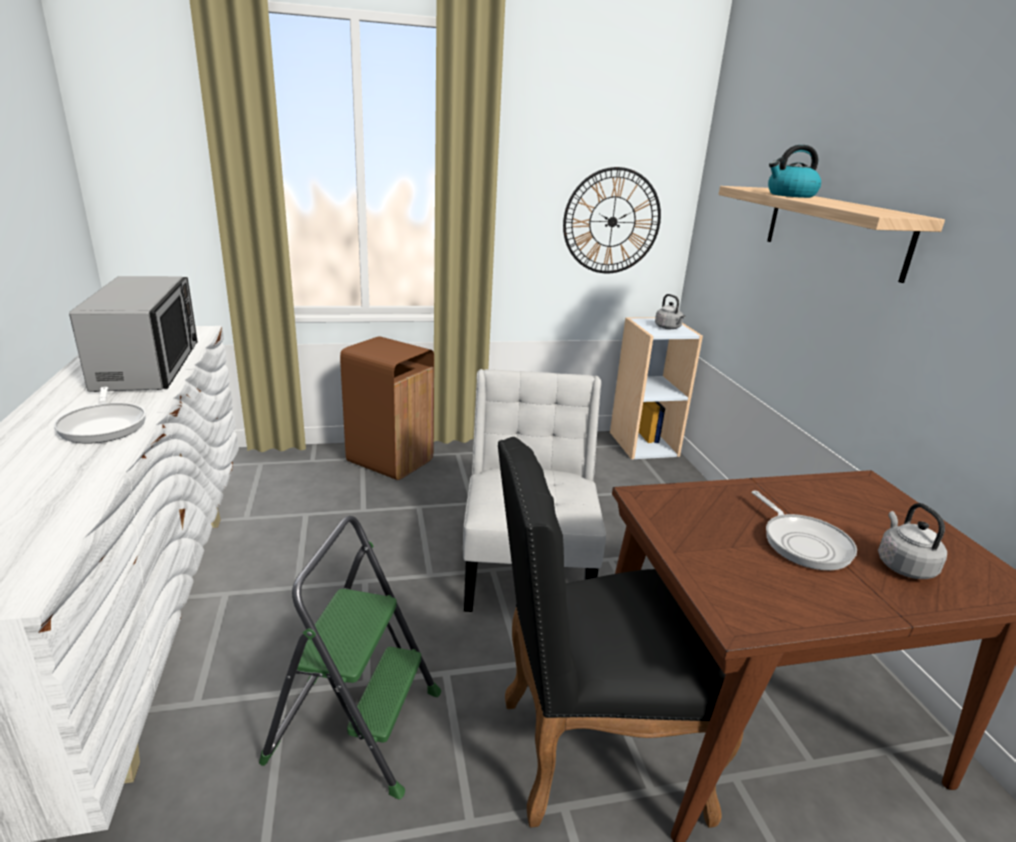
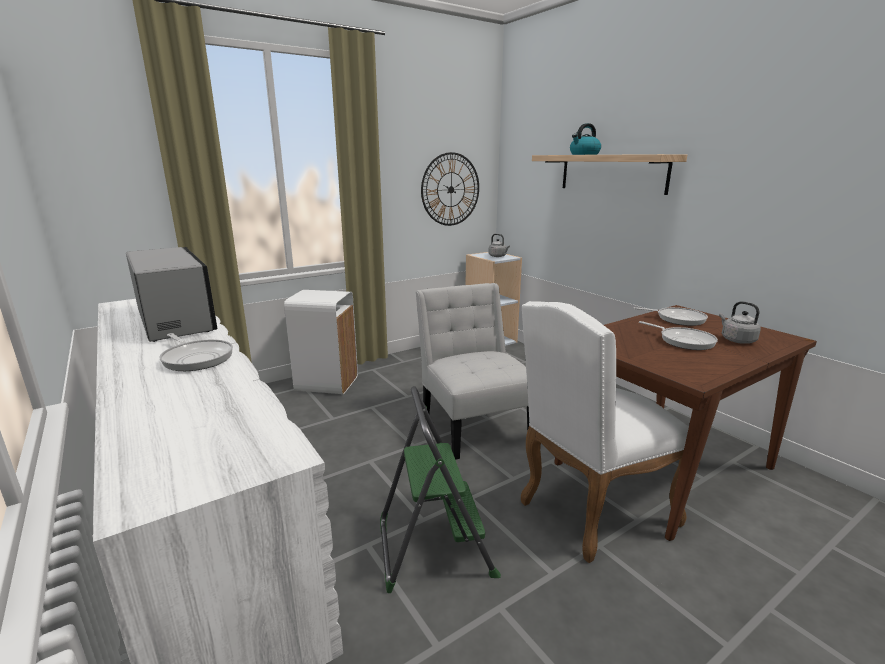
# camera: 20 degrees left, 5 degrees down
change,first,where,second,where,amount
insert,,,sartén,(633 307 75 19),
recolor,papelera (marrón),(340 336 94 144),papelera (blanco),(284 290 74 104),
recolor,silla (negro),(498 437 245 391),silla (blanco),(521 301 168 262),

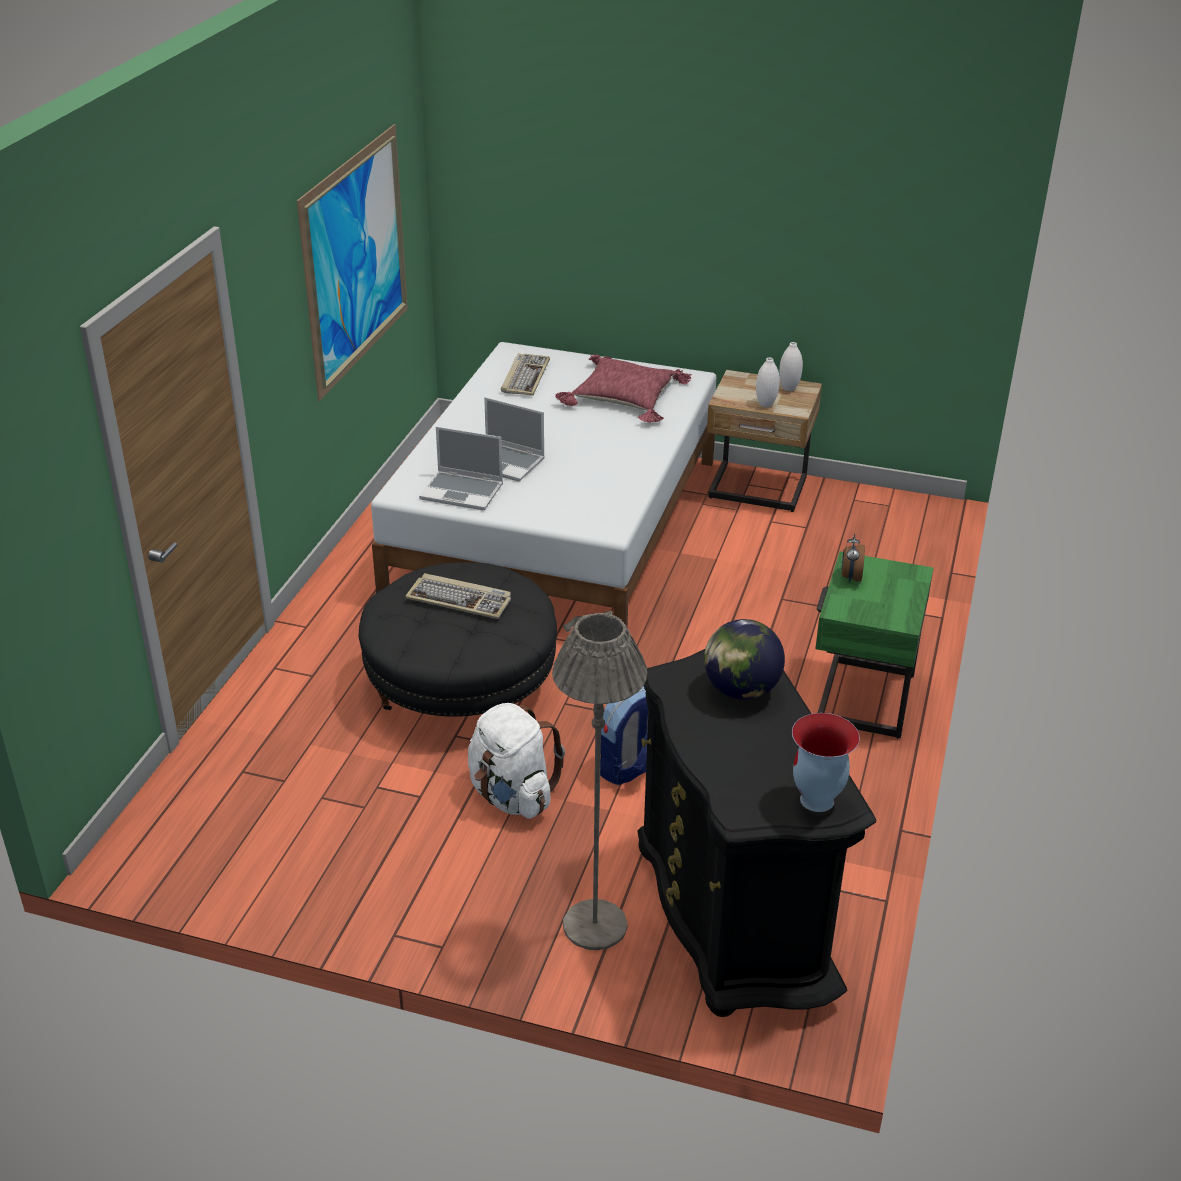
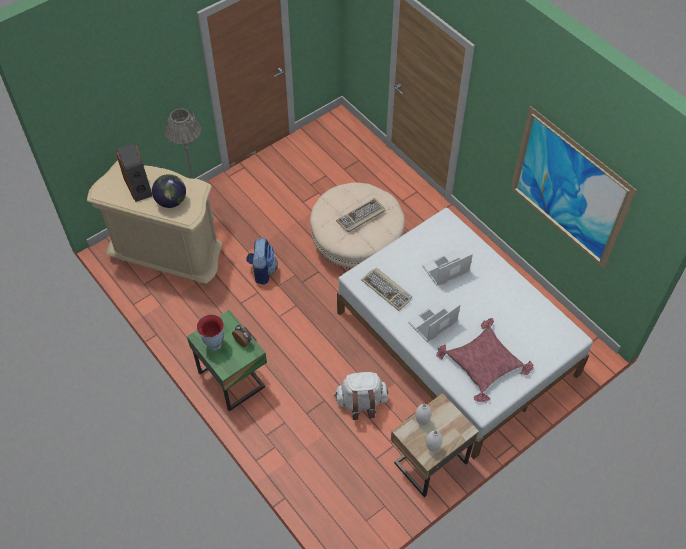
# camera: 125 degrees right, 20 degrees up
change,first,where,second,where,amount
insert,,,altavoz,(116 143 36 59),
move,portátil,(419 426 84 84),,(408 301 52 41),
move,mochila (blanco),(468 703 97 116),,(334 372 54 48),
move,teclado,(501 353 49 43),,(361 268 51 43),
move,florero,(792 713 68 99),,(197 314 27 36),
recolor,puf (negro),(359 562 198 155),puf (beis),(310 182 95 88),
recolor,cómoda (negro),(637 649 239 368),cómoda (beis),(87 161 135 123),

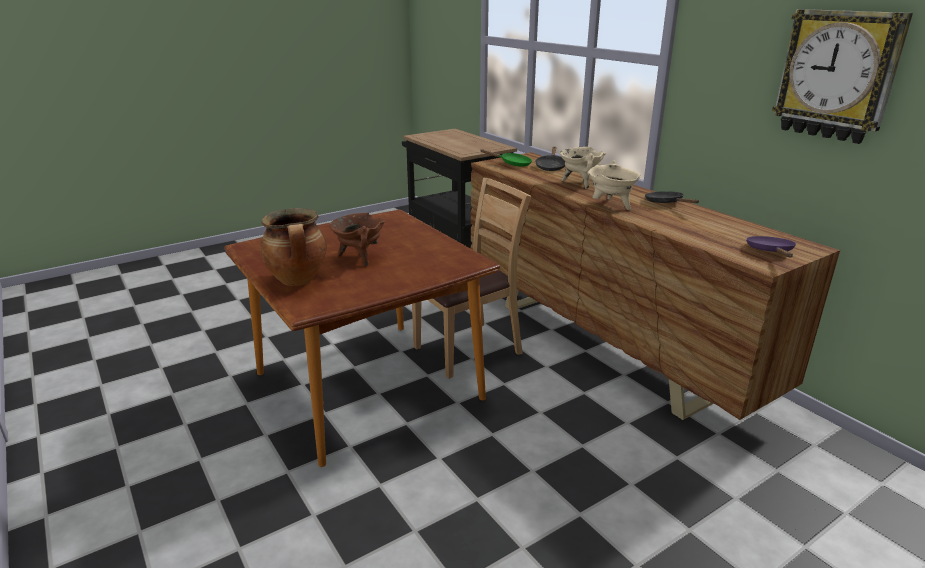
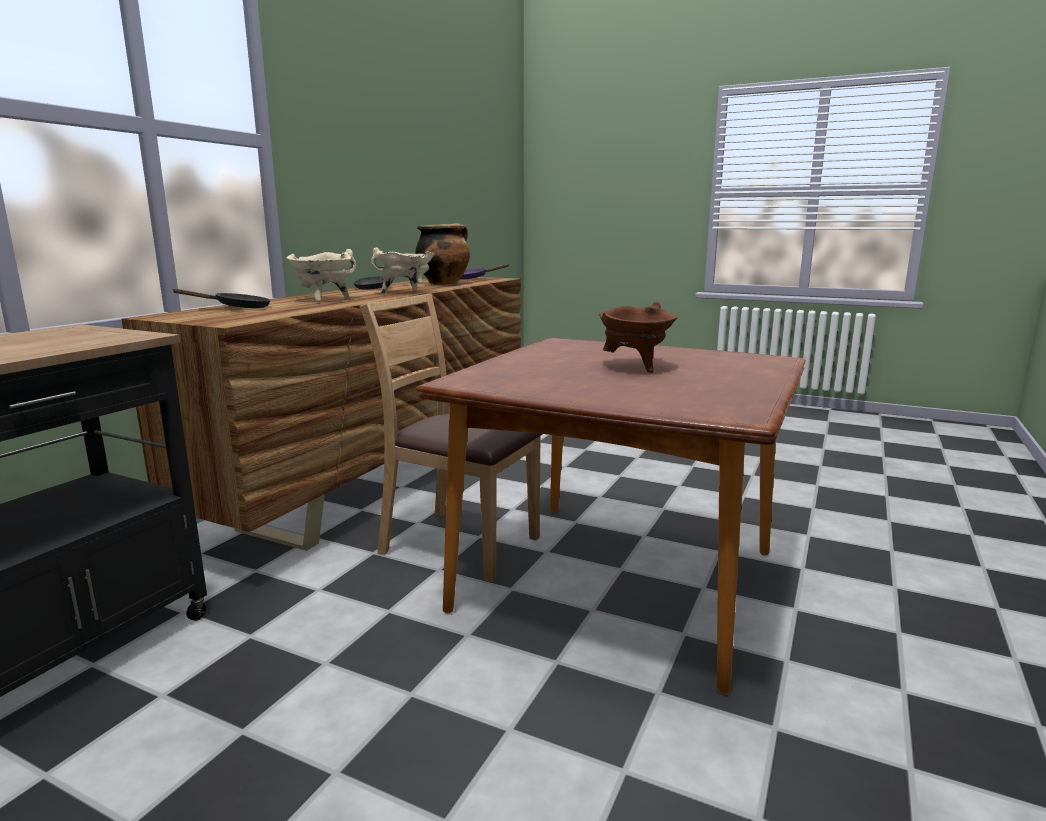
# camera: 120 degrees left, 10 degrees down
change,first,where,second,where,amount
delete,sartén (verde),(481 149 51 18),,,
delete,reloj de pared,(772 9 141 135),,,
move,olla,(260 208 67 78),,(415 223 55 62),

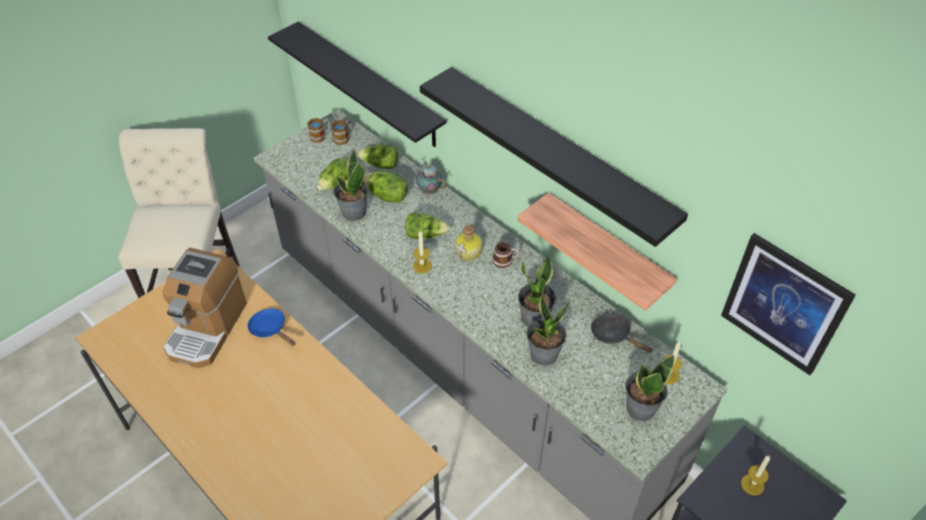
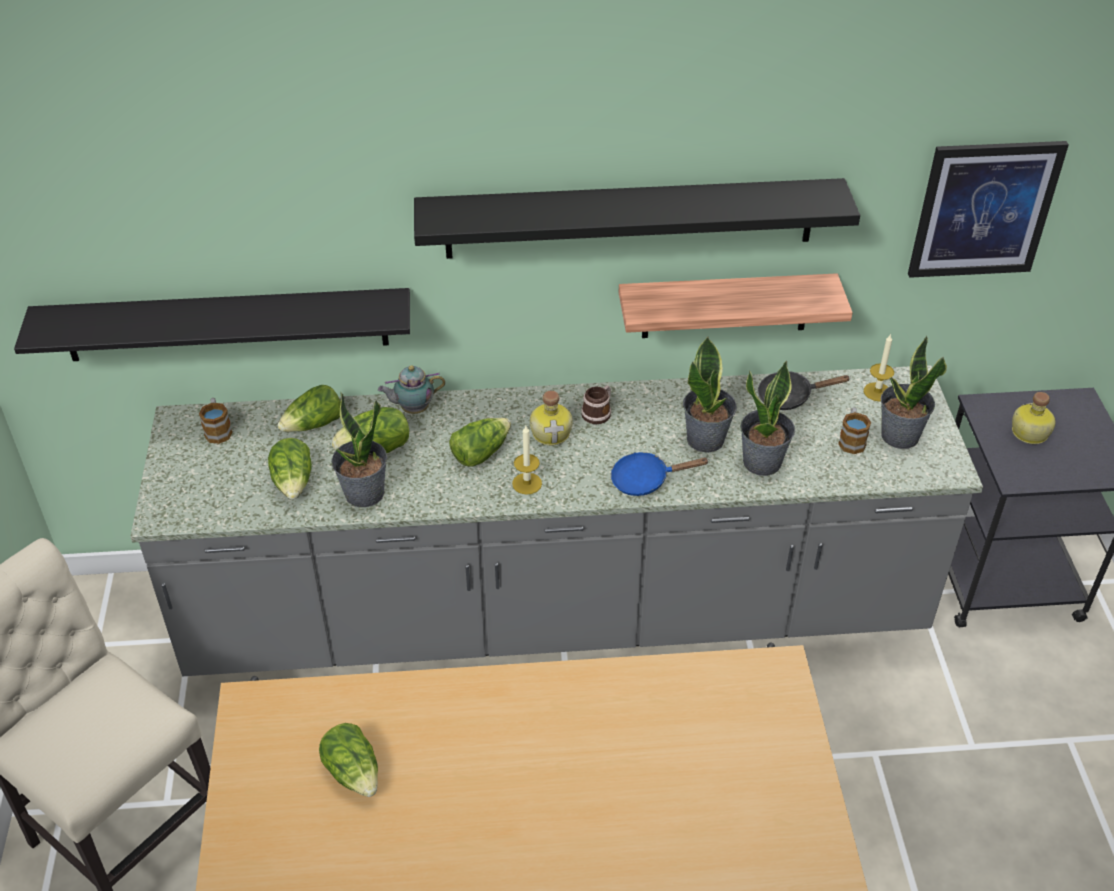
# camera: 50 degrees left, 5 degrees down
change,first,where,second,where,amount
move,sartén (azul),(248 308 47 38),,(611 452 98 44),
move,taza grande,(307 118 23 25),,(838 407 33 47),
replace,cafetera,(162 248 85 120),lechuga,(319 723 59 74),
replace,vela,(741 456 29 39),botella,(1012 392 43 52),

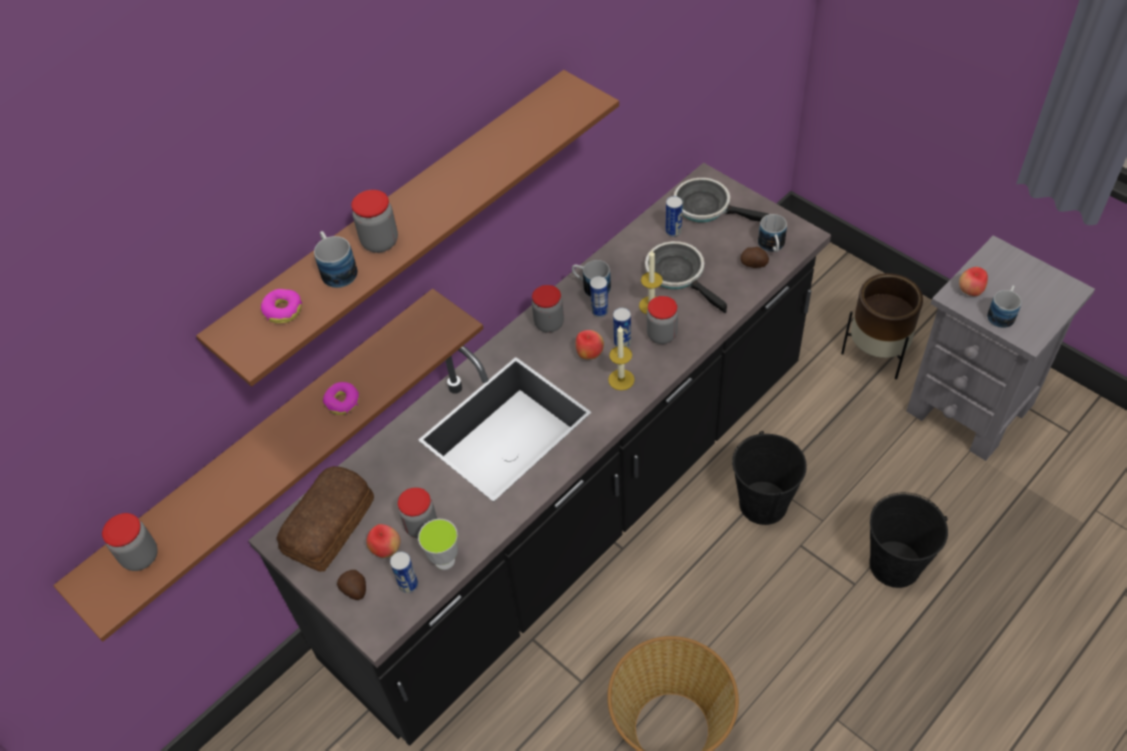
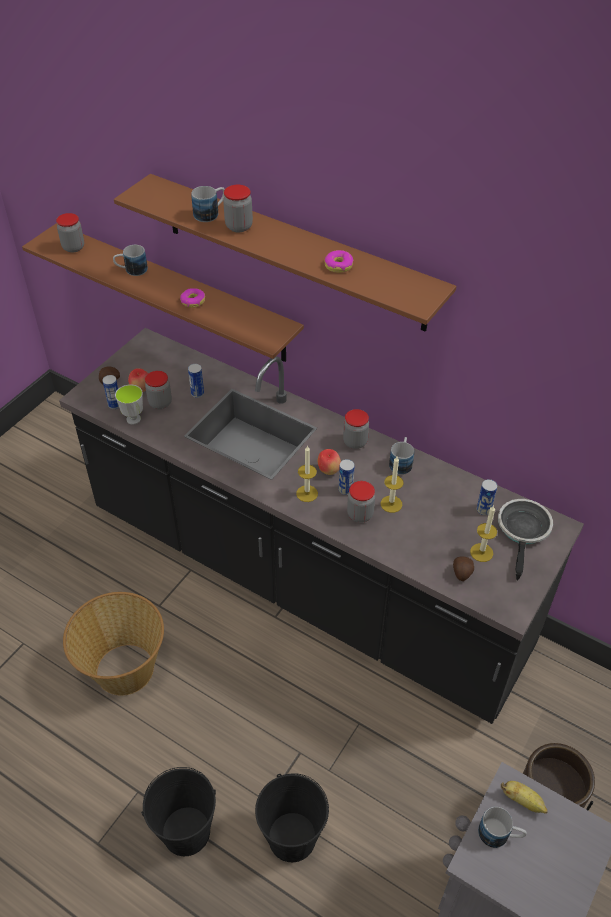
# camera: 75 degrees right, 5 degrees down
change,first,where,second,where,amount
delete,pan,(276 466 98 106),,,
delete,sartén,(645 241 82 72),,,
insert,,,vela,(470 505 27 57),
move,rosquilla,(261 289 41 35),,(324 250 29 23),
move,lata,(590 276 18 41),,(188 364 16 34),
move,cubo (negro),(732 431 75 94),,(141 767 75 89),
move,taza grande,(758 214 29 38),,(113 245 35 31),
replace,manzana,(959 267 29 29),plátano,(501 781 47 32),

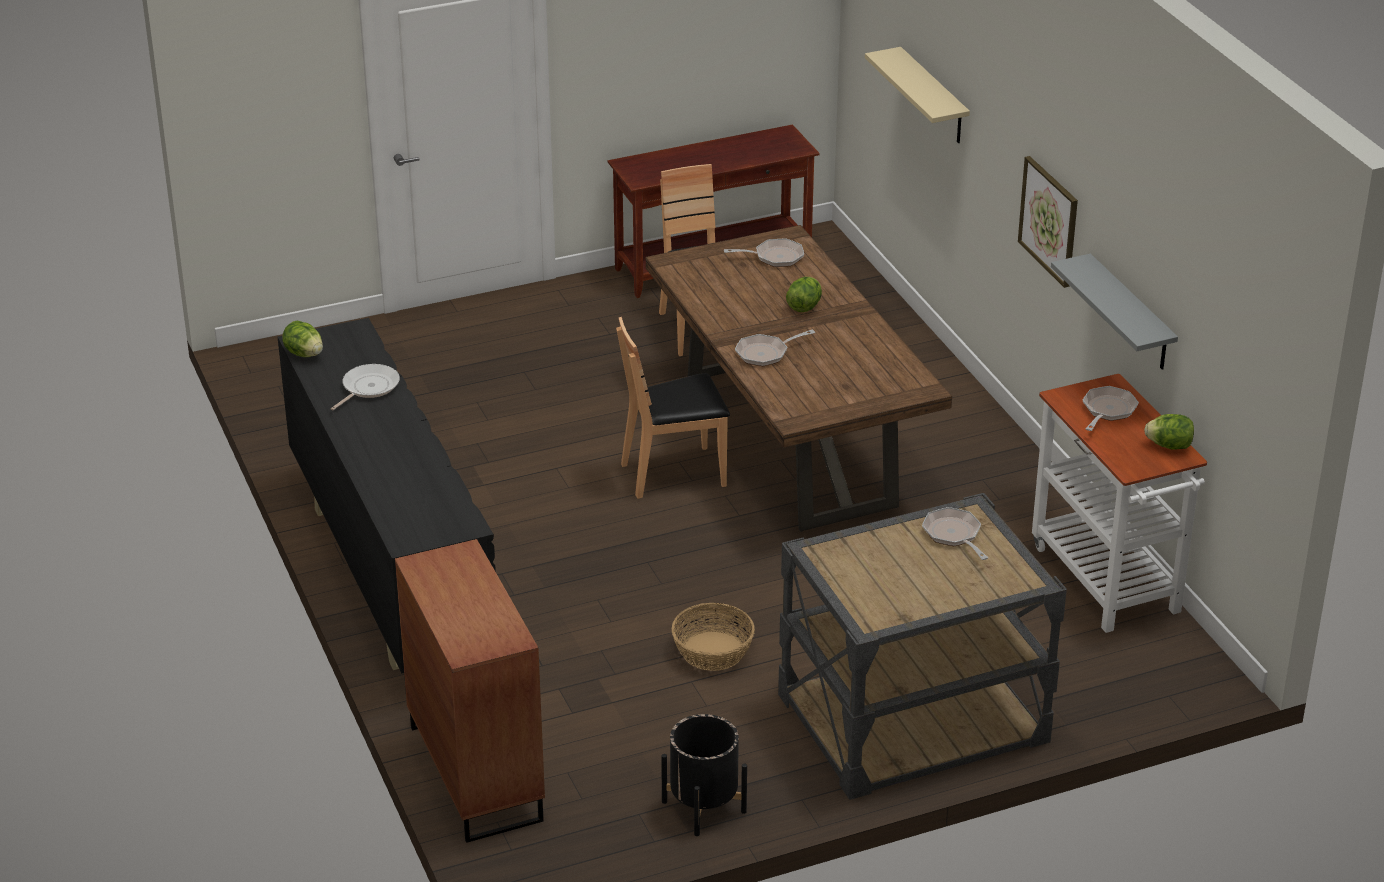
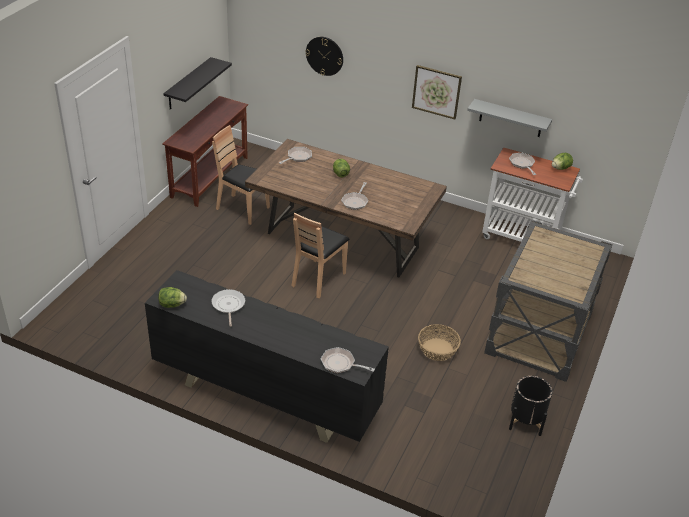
# camera: 45 degrees left, 5 degrees up
change,first,where,second,where,amount
delete,cómoda (marrón),(395 539 150 304),,,
insert,,,estante (negro),(163 57 69 53),
move,sartén,(922 507 66 53),,(321 347 54 26),
replace,estante (beis),(865 47 105 96),reloj de pared,(305 37 38 39),

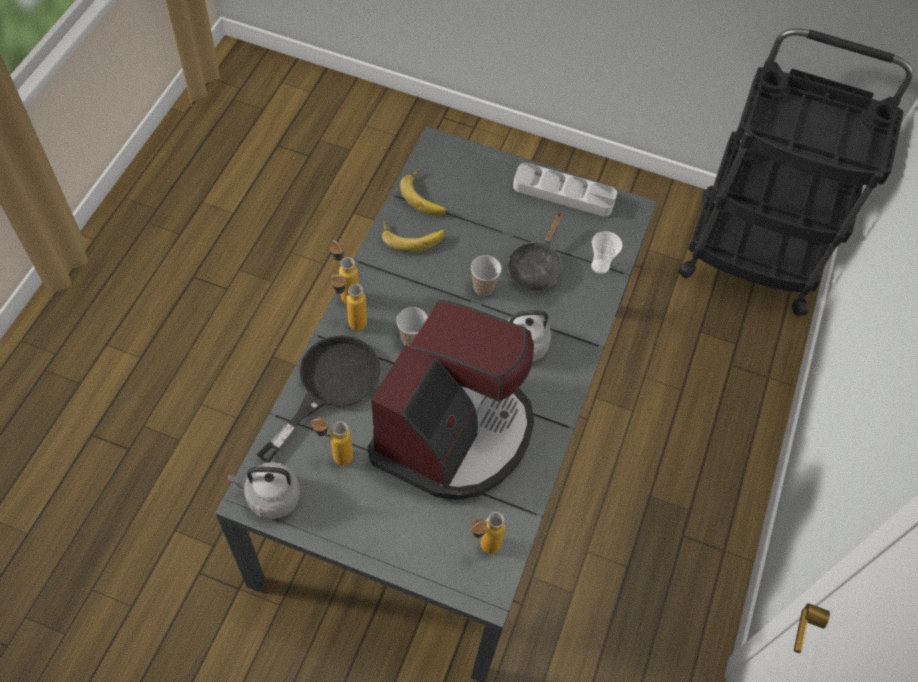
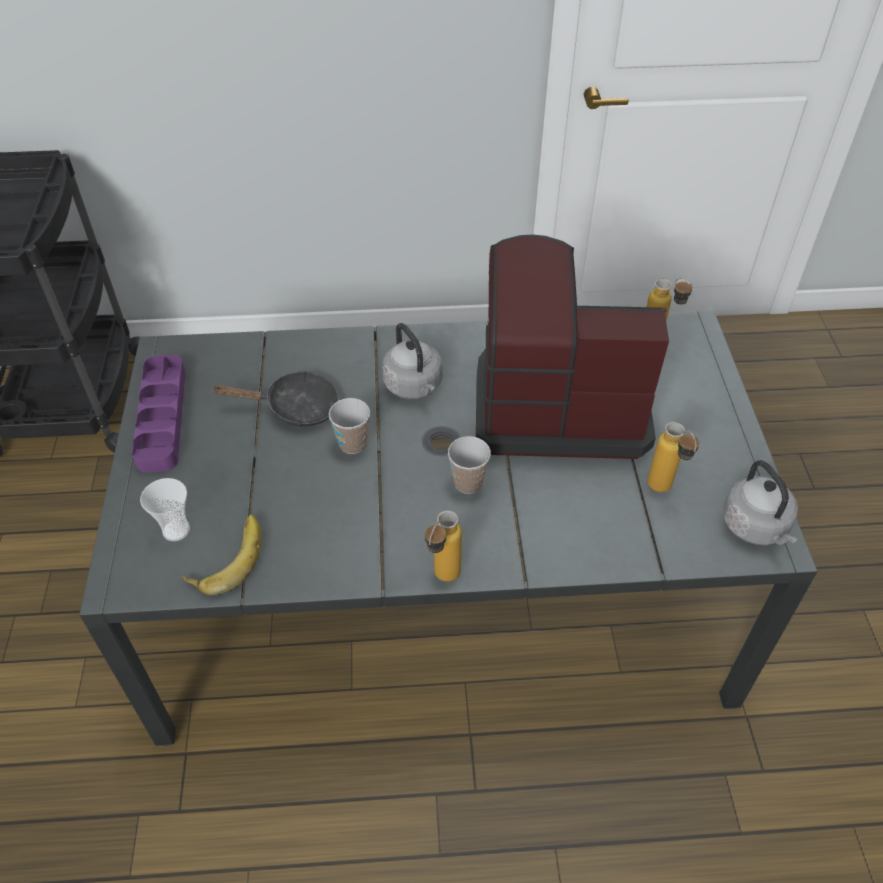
# camera: 110 degrees left, 10 degrees down
change,first,where,second,where,amount
delete,sartén (negro),(257 335 124 128),,,
delete,botella,(331 275 36 56),,,
delete,plátano,(382 220 63 32),,,
move,taza,(591 231 31 43),,(140 478 50 63),
recolor,bandeja (gris),(513 163 104 54),bandeja (morado),(132 355 54 118),

